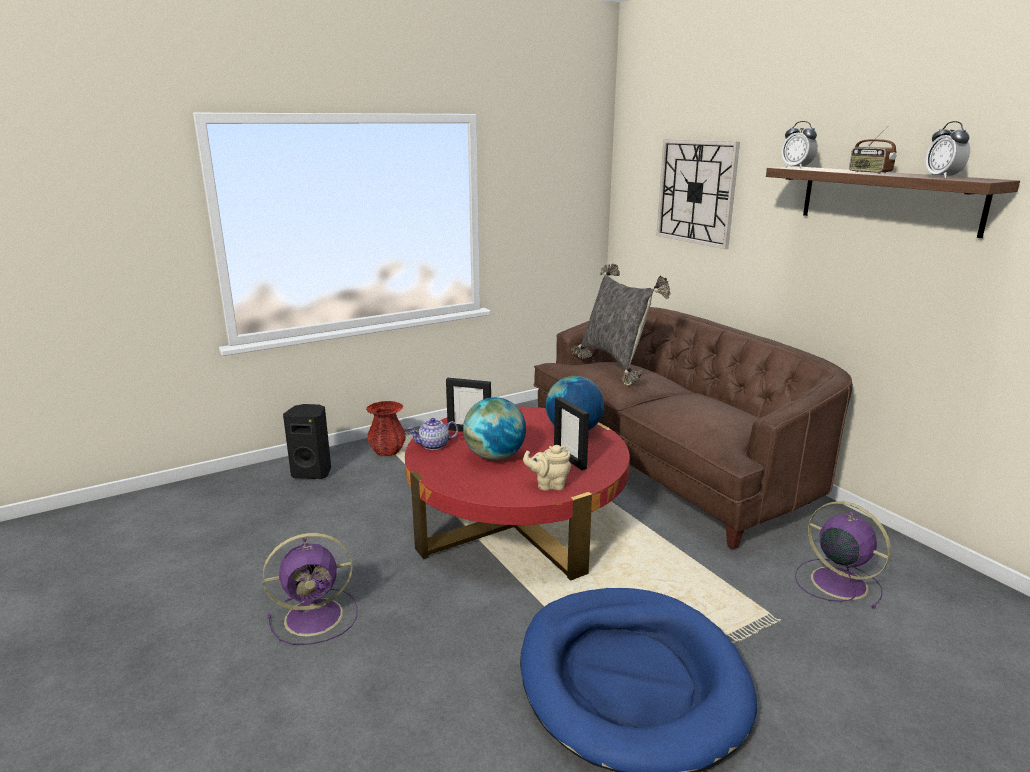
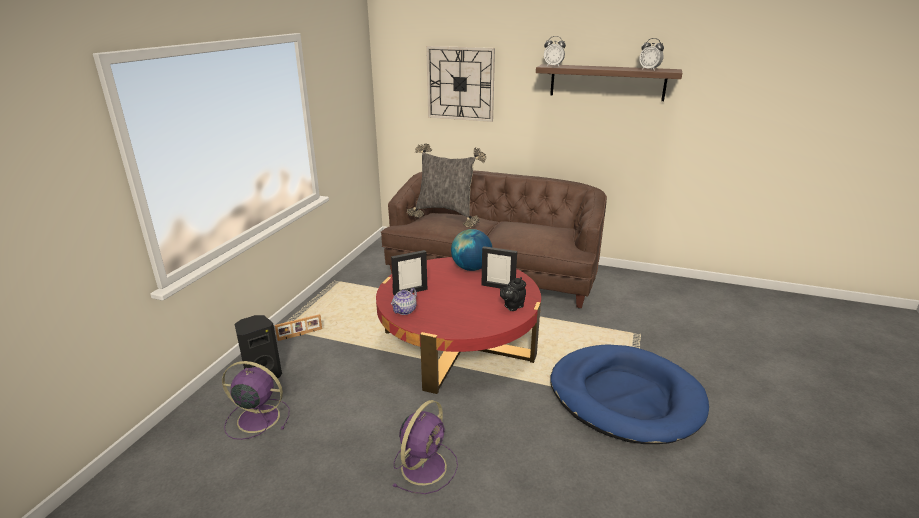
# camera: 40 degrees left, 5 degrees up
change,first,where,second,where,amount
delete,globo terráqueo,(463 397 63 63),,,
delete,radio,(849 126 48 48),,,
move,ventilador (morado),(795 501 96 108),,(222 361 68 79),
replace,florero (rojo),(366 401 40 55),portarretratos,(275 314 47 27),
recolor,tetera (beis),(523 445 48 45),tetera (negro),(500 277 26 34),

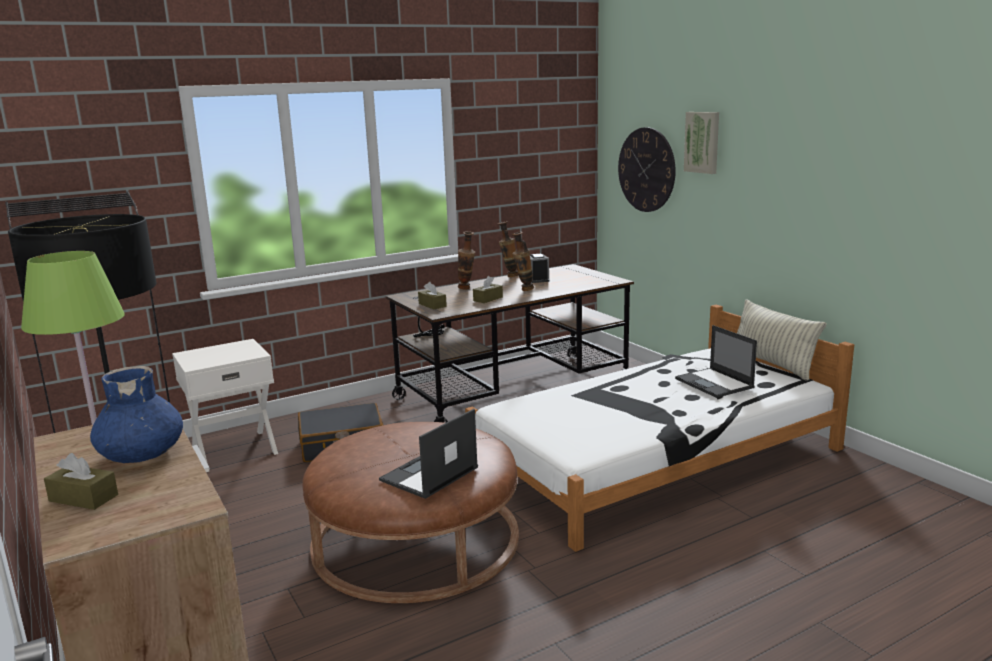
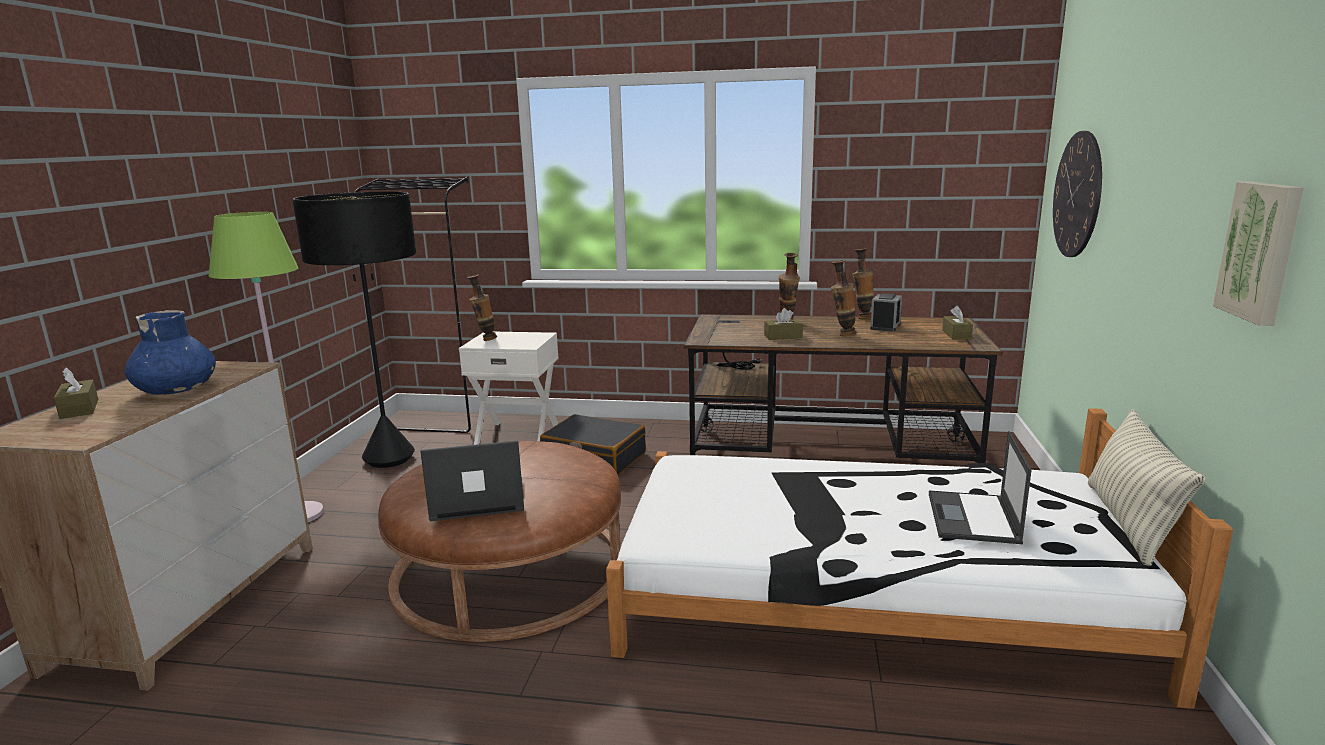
# camera: 40 degrees right, 0 degrees up
change,first,where,second,where,amount
insert,,,florero,(467 275 30 66),
move,caja de pañuelos (marrón),(418 282 29 27),,(942 306 31 34),
move,cuadro,(684 112 35 62),,(1213 181 91 145),

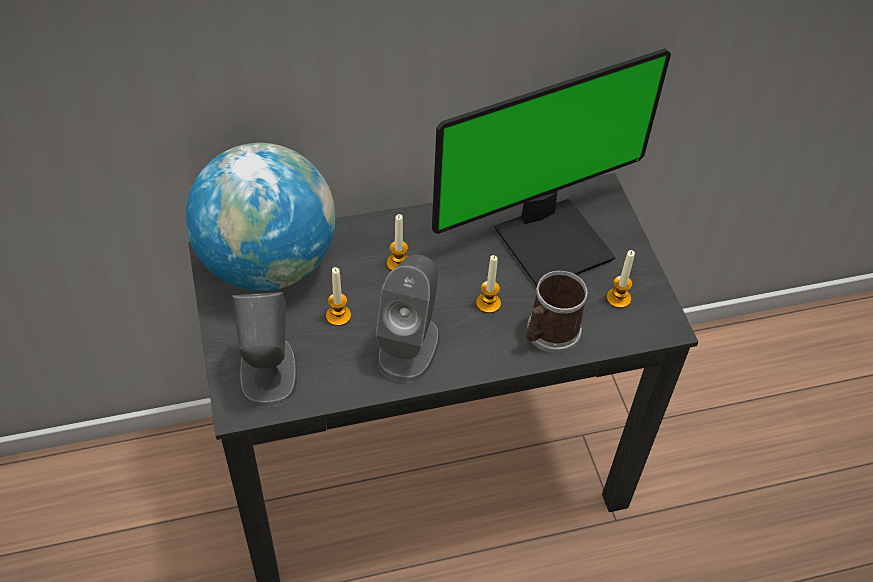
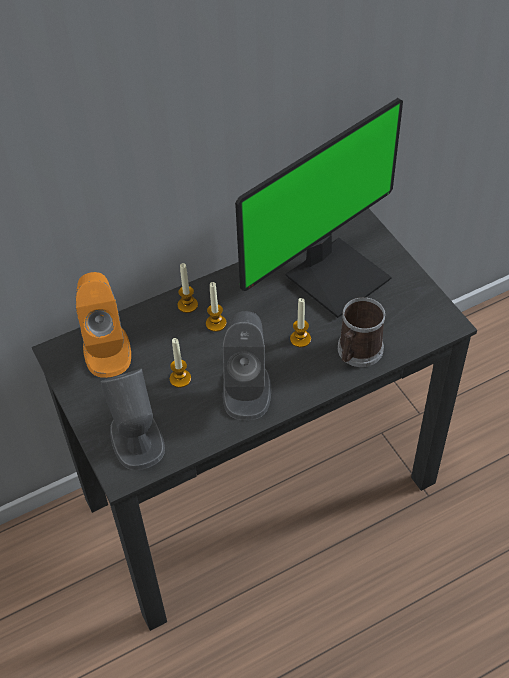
# camera: 10 degrees left, 0 degrees up
change,first,where,second,where,amount
move,vela,(607 250 28 58),,(178 263 20 50),
replace,globo terráqueo,(186 143 150 148),altavoz (naranja),(75 272 56 106),

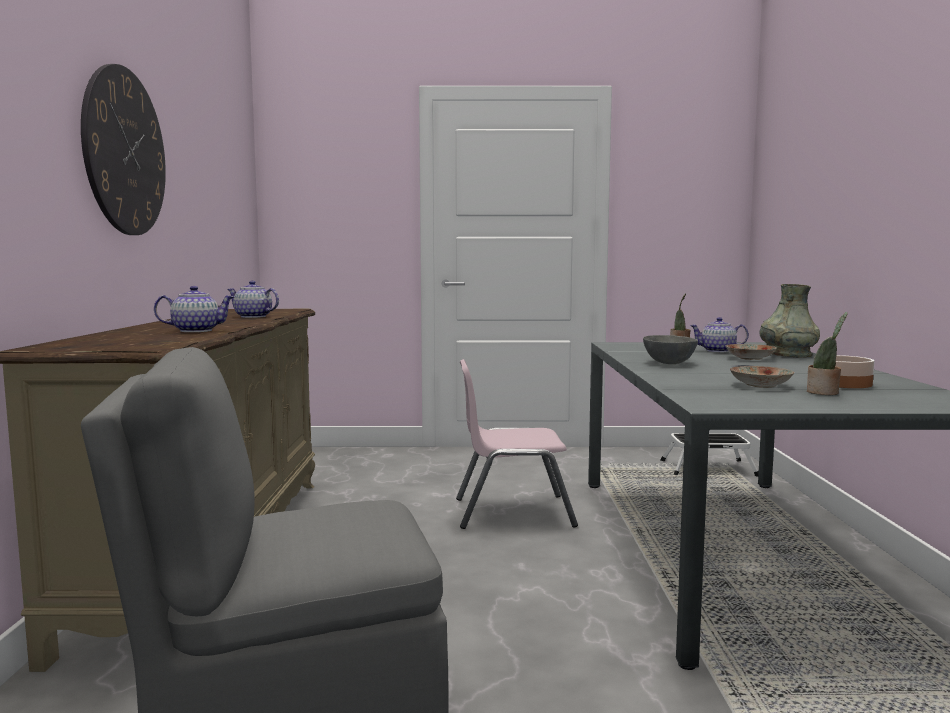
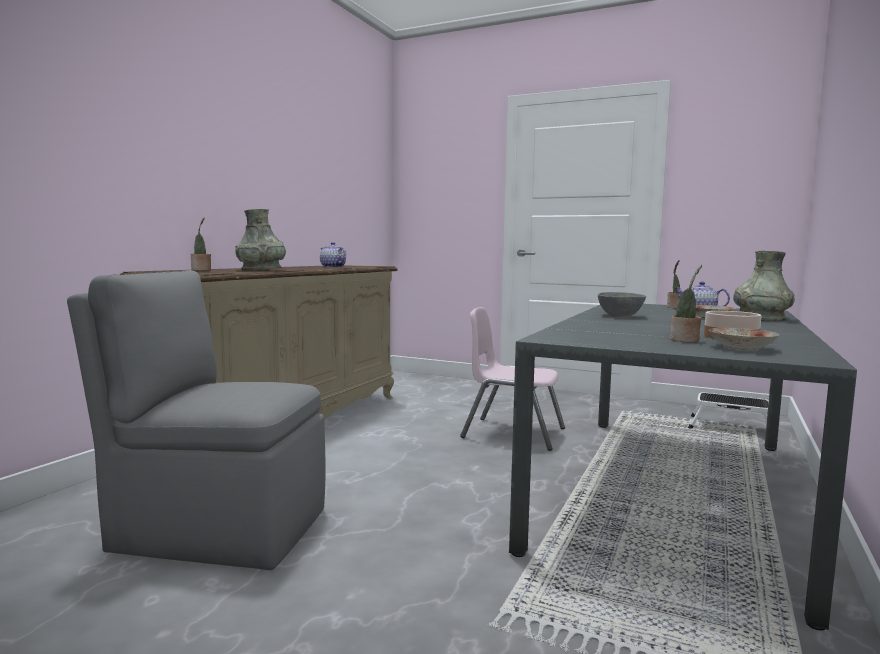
# camera: 25 degrees right, 0 degrees up
change,first,where,second,where,amount
delete,reloj de pared,(81 64 85 171),,,
insert,,,planta en maceta,(191 218 20 53),
move,plato,(730 366 64 22),,(709 328 70 22),
replace,tetera,(154 286 80 46),florero (gris),(235 209 51 62),

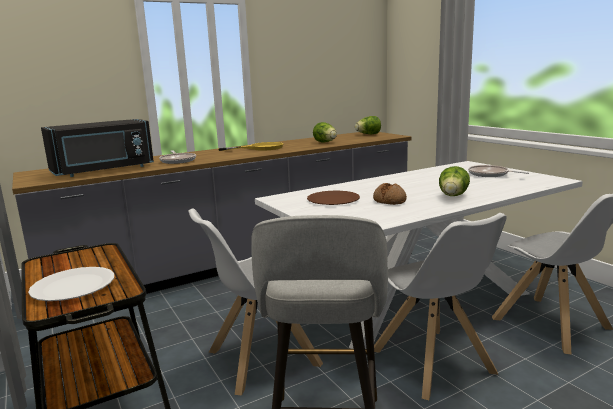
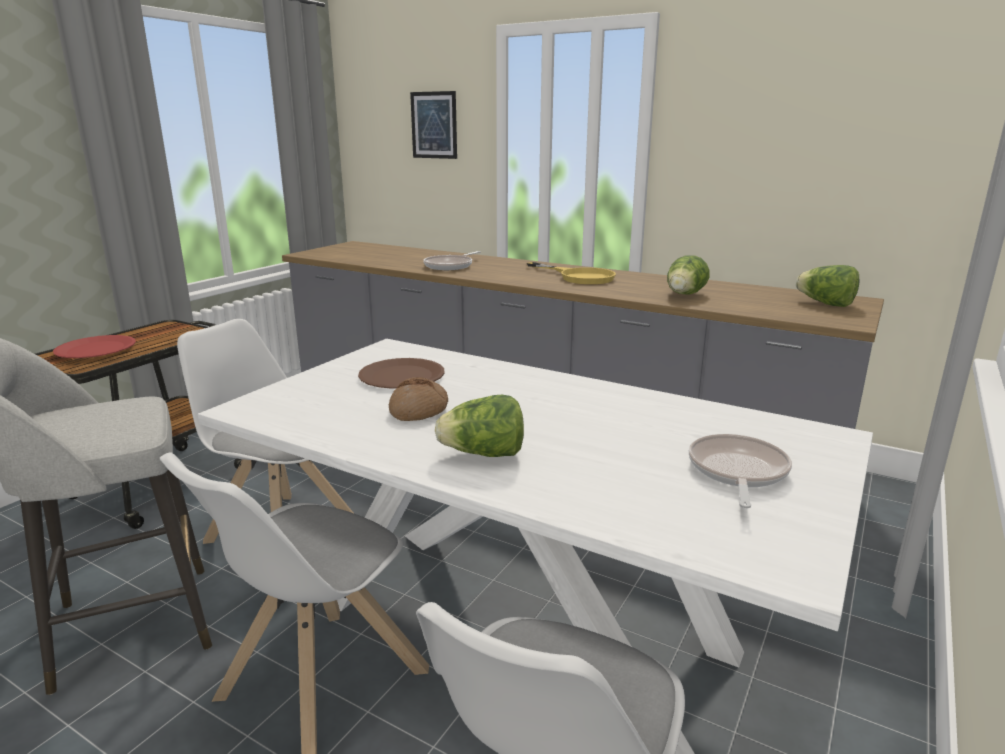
# camera: 60 degrees right, 5 degrees up
change,first,where,second,where,amount
delete,microondas (negro),(41 119 113 58),,,
insert,,,cuadro,(410 91 47 68),
recolor,plato (blanco),(28 267 86 34),plato (rojo),(53 335 83 23),

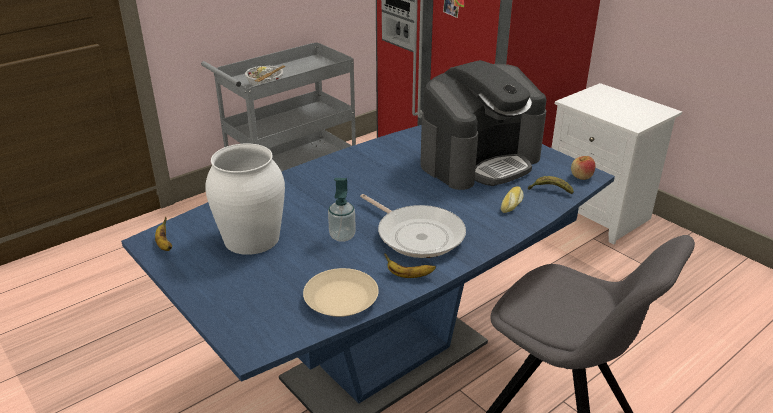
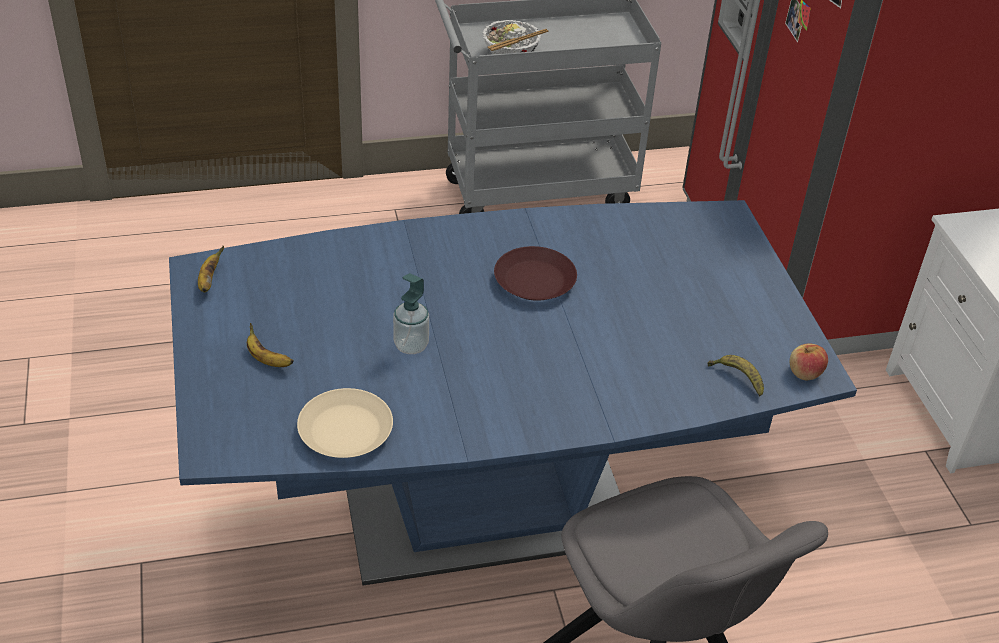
# camera: 25 degrees right, 10 degrees up
change,first,where,second,where,amount
delete,florero (blanco),(205 143 80 112),,,
delete,sartén,(360 194 106 64),,,
delete,cafetera,(420 60 127 130),,,
delete,pan,(501 186 23 27),,,
insert,,,plato (marrón),(494 246 83 55),
move,plátano,(384 253 52 25),,(247 323 47 44),

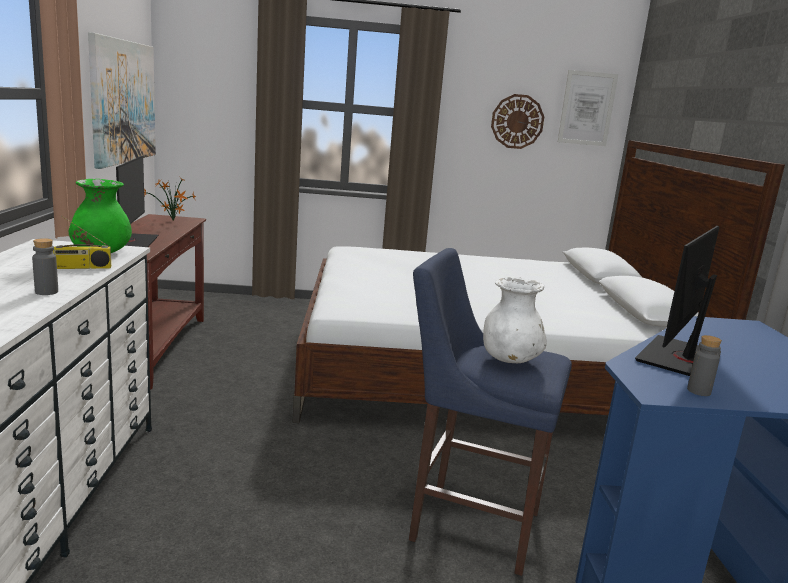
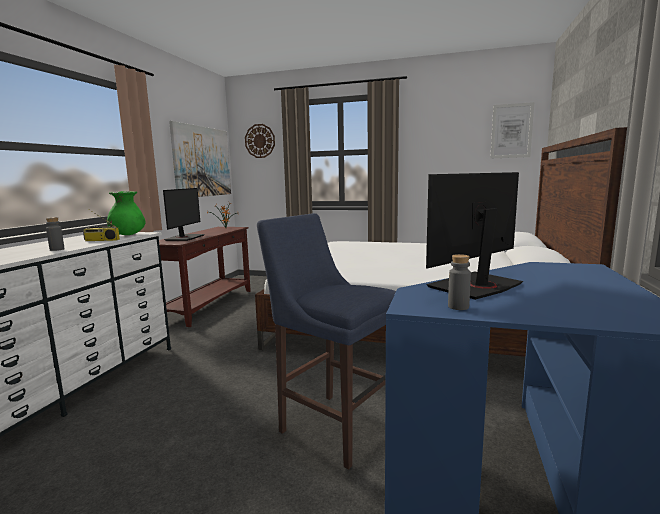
# camera: 20 degrees right, 5 degrees down
change,first,where,second,where,amount
delete,florero (blanco),(483 277 64 86),,,
move,reloj de pared,(491 94 53 55),,(245 124 30 34),

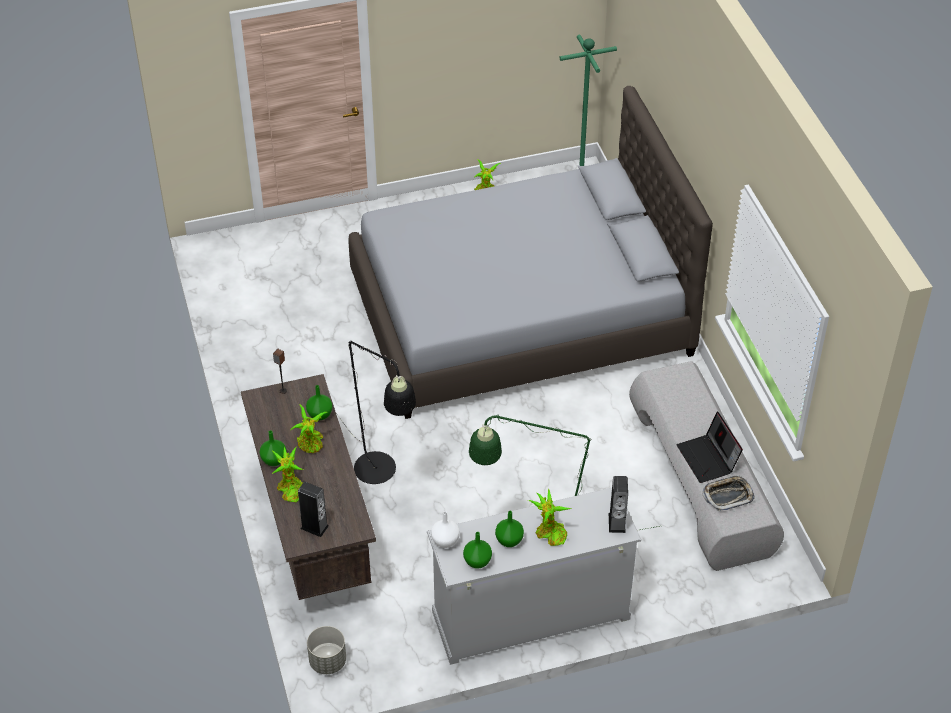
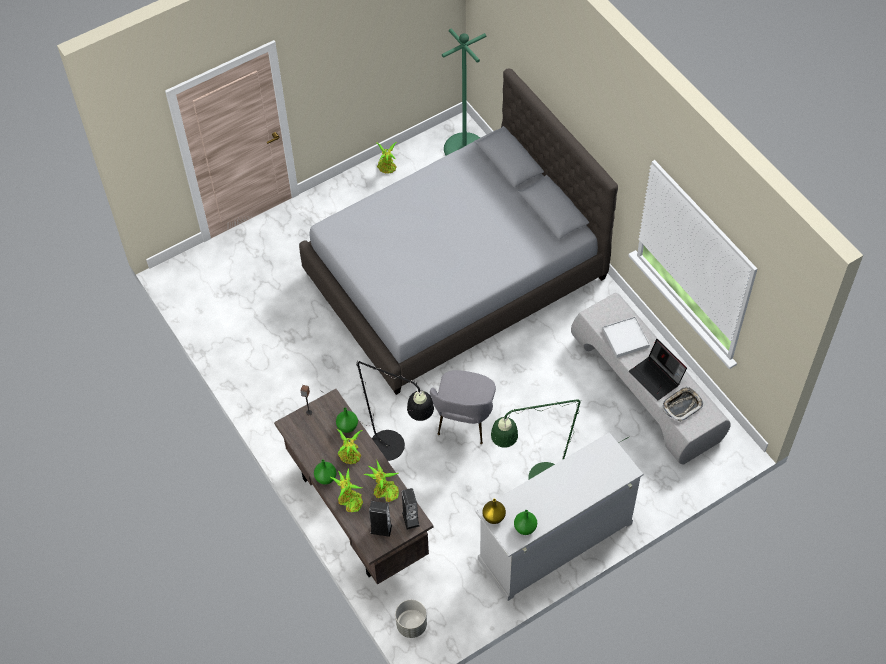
# camera: 15 degrees left, 10 degrees up
change,first,where,second,where,amount
delete,florero (verde),(495 511 29 36),,,
insert,,,silla (gris),(430 370 66 74),
insert,,,bandeja (blanco),(602 316 48 42),
move,planta en maceta,(528 488 44 58),,(363 460 36 42),
move,altavoz,(609 476 19 57),,(401 488 19 42),
recolor,florero (blanco),(431 511 28 37),florero (amarillo),(482 499 24 25),

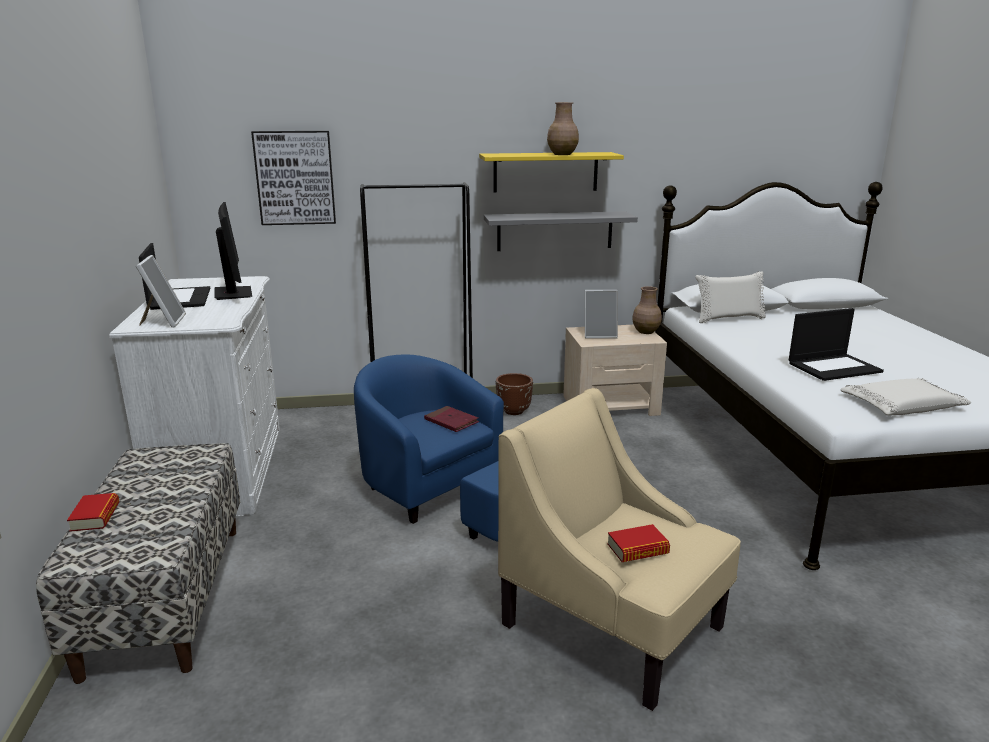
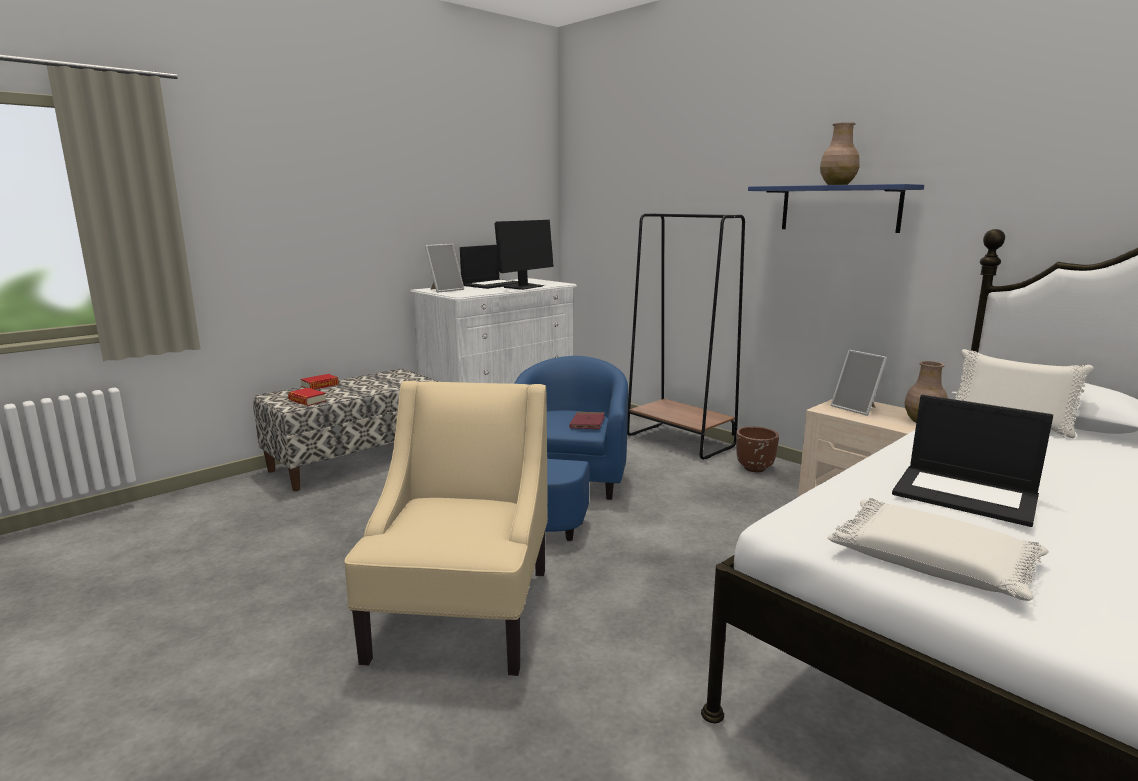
# camera: 55 degrees right, 5 degrees down
change,first,where,second,where,amount
delete,cuadro,(251 131 85 94),,,
delete,estante (gris),(484 211 154 40),,,
move,libro,(607 524 63 38),,(288 388 39 18),
recolor,estante (amarillo),(479 152 145 41),estante (azul),(748 184 176 49),

